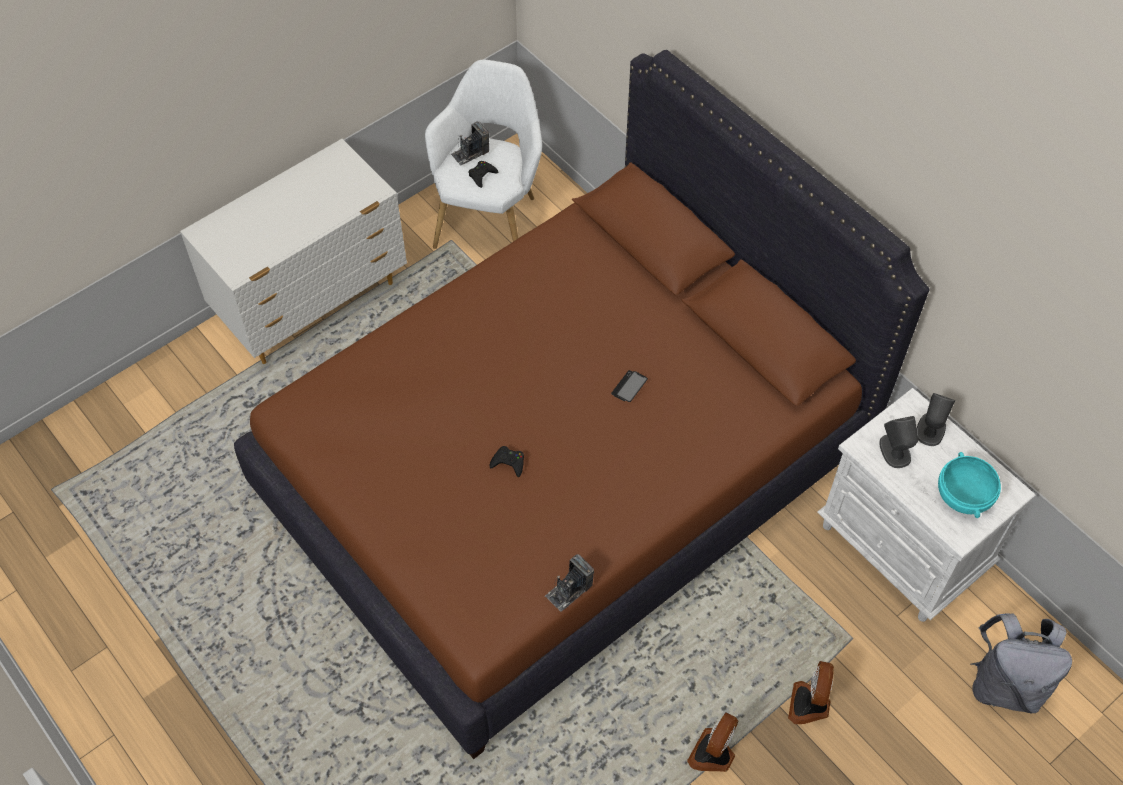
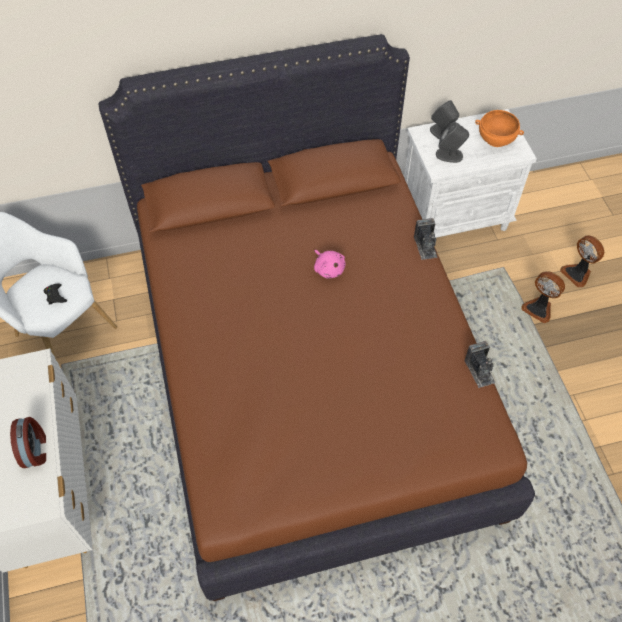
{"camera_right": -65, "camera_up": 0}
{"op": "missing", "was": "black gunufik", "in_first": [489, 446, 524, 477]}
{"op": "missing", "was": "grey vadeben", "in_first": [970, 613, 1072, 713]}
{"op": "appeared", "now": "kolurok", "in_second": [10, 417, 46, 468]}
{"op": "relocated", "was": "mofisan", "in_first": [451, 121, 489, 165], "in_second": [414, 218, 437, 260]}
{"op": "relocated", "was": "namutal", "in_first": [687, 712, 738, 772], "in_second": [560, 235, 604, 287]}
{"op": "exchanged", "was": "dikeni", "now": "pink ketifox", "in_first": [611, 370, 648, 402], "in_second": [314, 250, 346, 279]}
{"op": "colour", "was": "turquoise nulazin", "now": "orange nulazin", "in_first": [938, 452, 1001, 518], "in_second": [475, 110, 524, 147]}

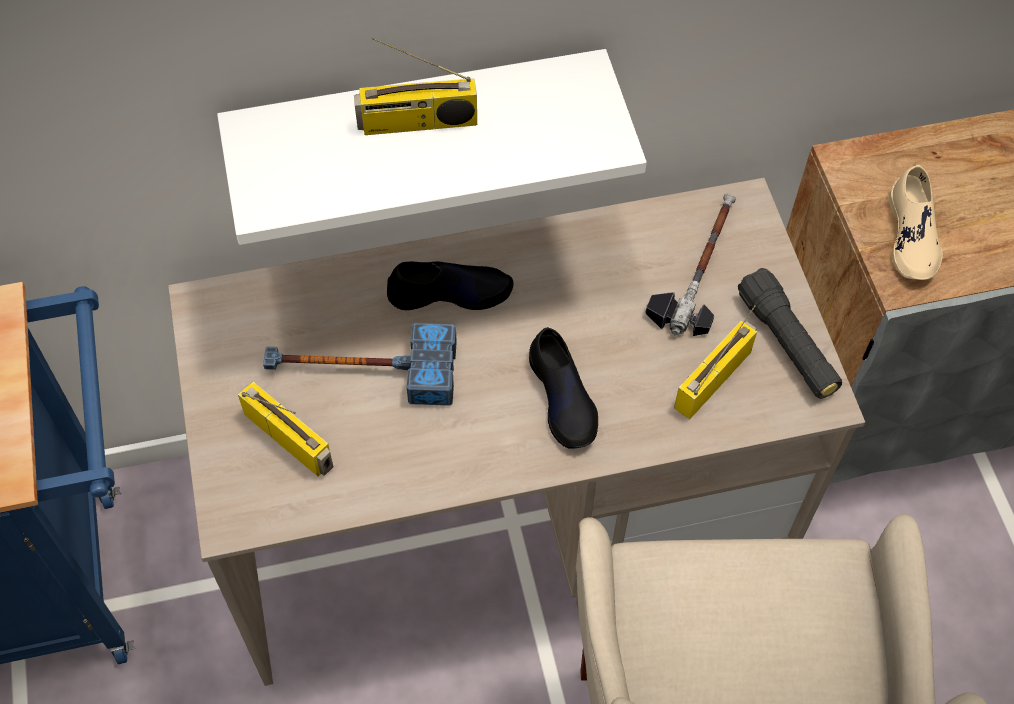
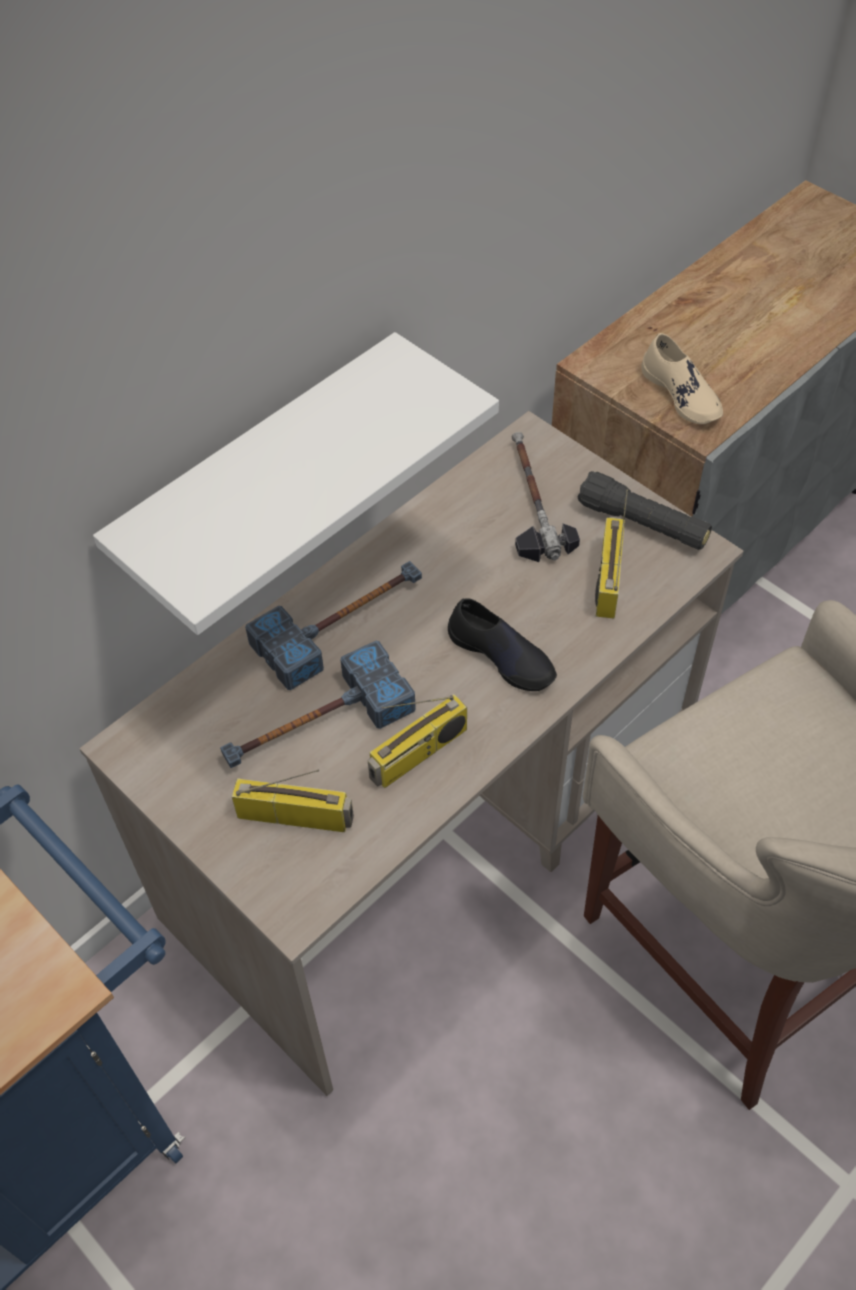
{"camera_right": -30, "camera_up": -5}
{"op": "relocated", "was": "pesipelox", "in_first": [354, 38, 477, 135], "in_second": [368, 694, 467, 788]}
{"op": "exchanged", "was": "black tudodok", "now": "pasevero", "in_first": [387, 262, 514, 310], "in_second": [245, 561, 422, 690]}

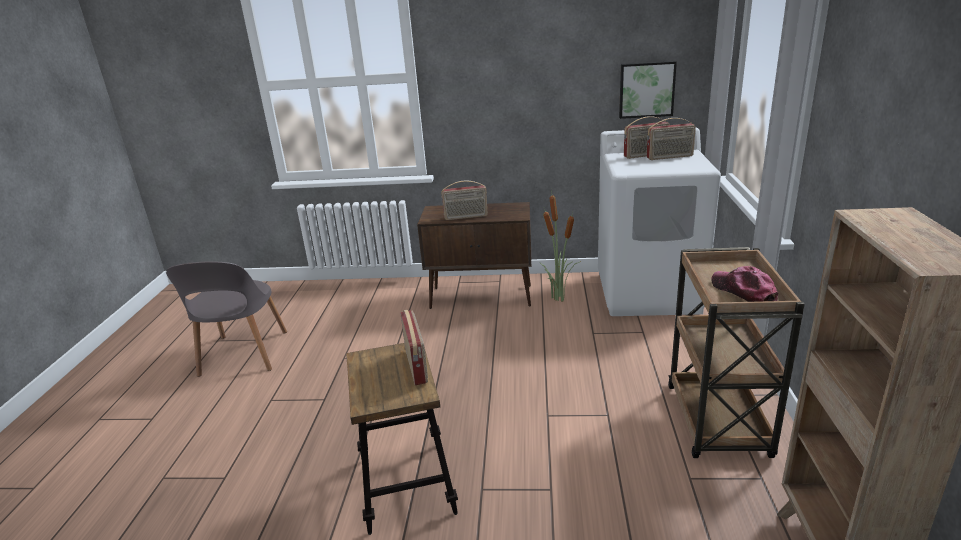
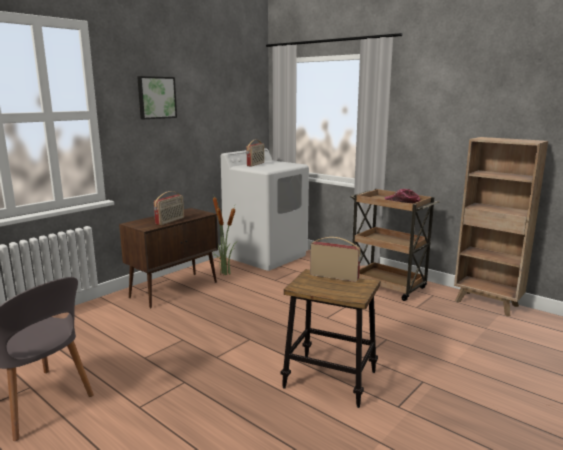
{"camera_right": -55, "camera_up": -10}
{"op": "missing", "was": "pesipelox", "in_first": [647, 118, 696, 160]}
{"op": "relocated", "was": "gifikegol", "in_first": [619, 61, 677, 119], "in_second": [137, 76, 177, 119]}

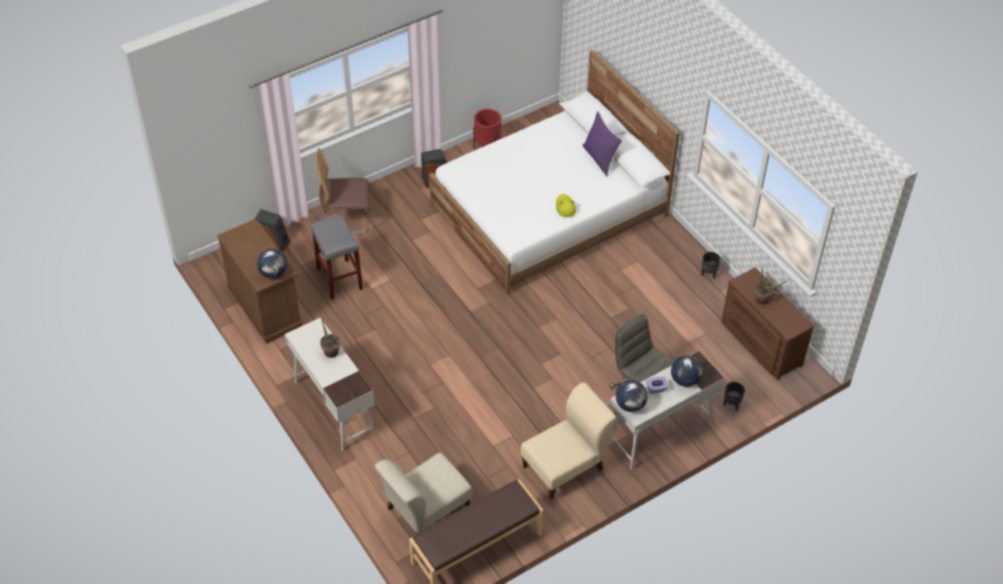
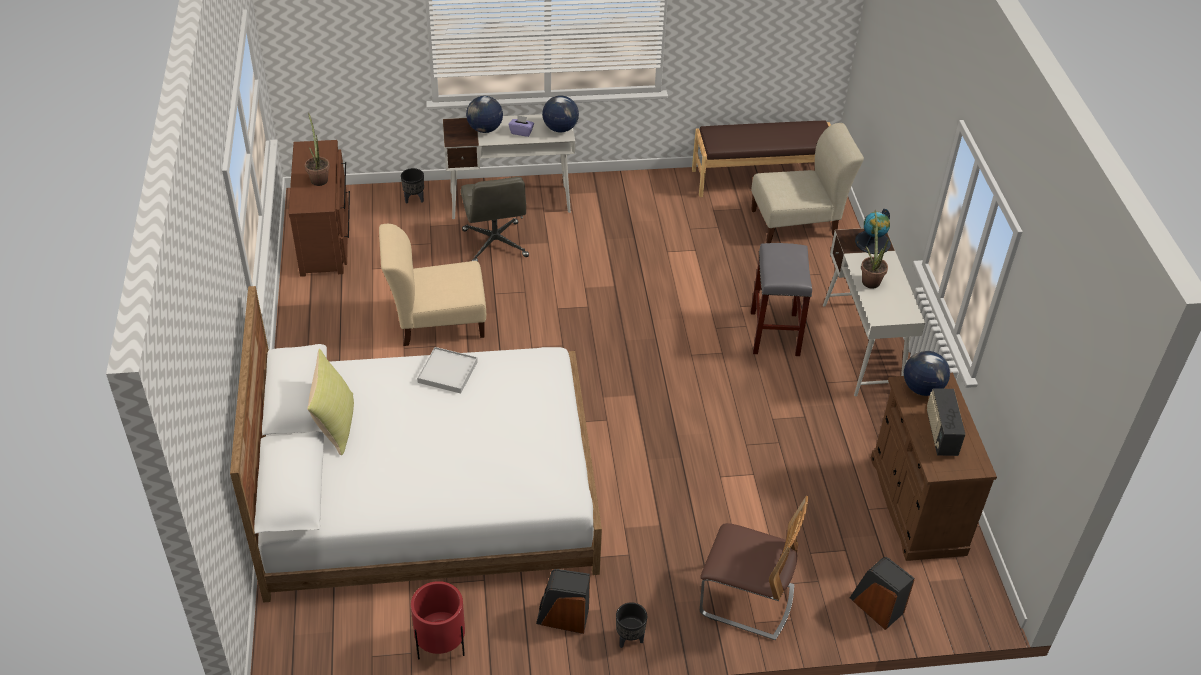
{"camera_right": -155, "camera_up": -5}
{"op": "appeared", "now": "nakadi", "in_second": [855, 209, 891, 254]}
{"op": "appeared", "now": "pesipelox", "in_second": [927, 388, 965, 456]}
{"op": "relocated", "was": "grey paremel", "in_first": [311, 214, 363, 299], "in_second": [751, 243, 812, 356]}
{"op": "relocated", "was": "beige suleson", "in_first": [521, 382, 616, 499], "in_second": [379, 224, 486, 346]}
{"op": "relocated", "was": "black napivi", "in_first": [701, 252, 721, 279], "in_second": [616, 602, 647, 648]}
{"op": "exchanged", "was": "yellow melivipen", "now": "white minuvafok", "in_first": [556, 194, 576, 217], "in_second": [417, 347, 478, 394]}
{"op": "colour", "was": "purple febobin", "now": "yellow febobin", "in_first": [583, 111, 622, 176], "in_second": [307, 349, 354, 455]}

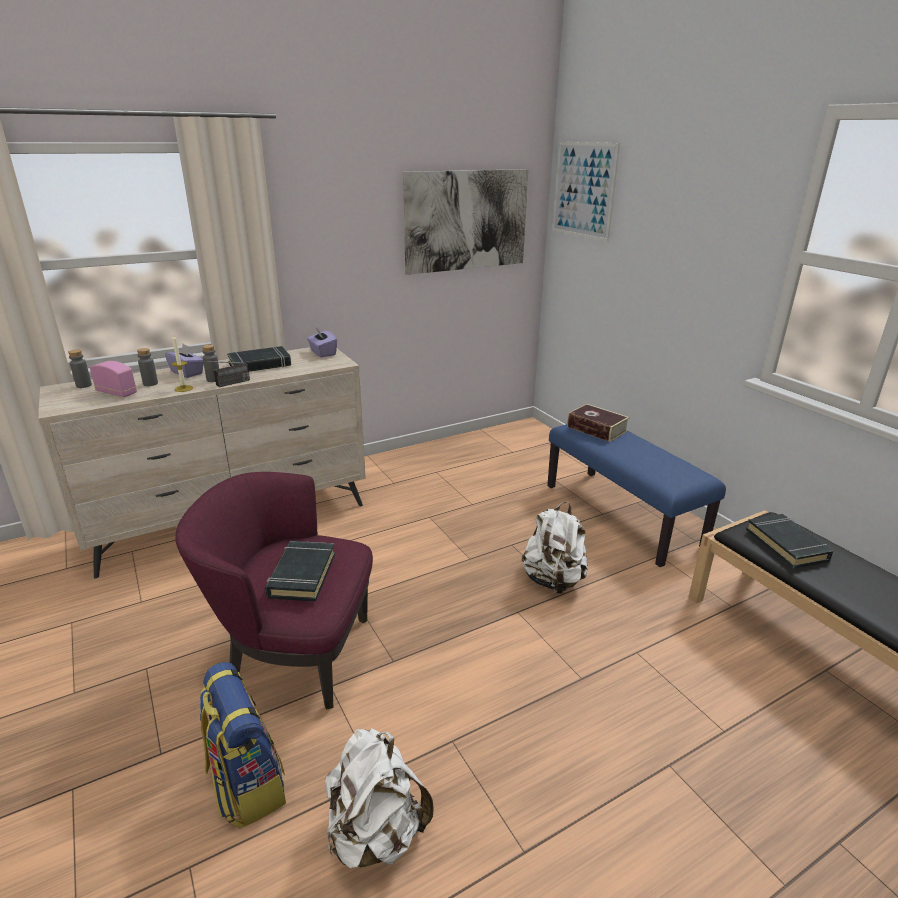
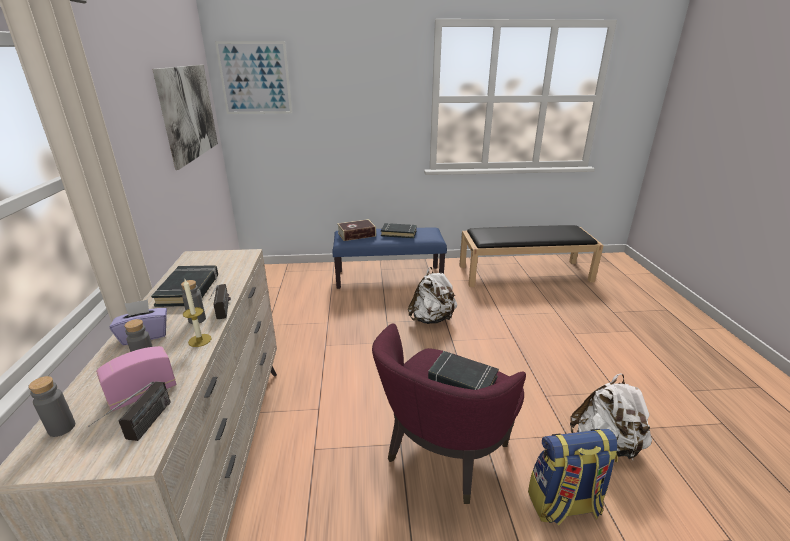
{"camera_right": -65, "camera_up": 0}
{"op": "missing", "was": "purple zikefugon", "in_first": [307, 326, 337, 357]}
{"op": "appeared", "now": "pesipelox", "in_second": [88, 381, 171, 441]}
{"op": "relocated", "was": "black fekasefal", "in_first": [746, 514, 833, 569], "in_second": [381, 223, 417, 238]}

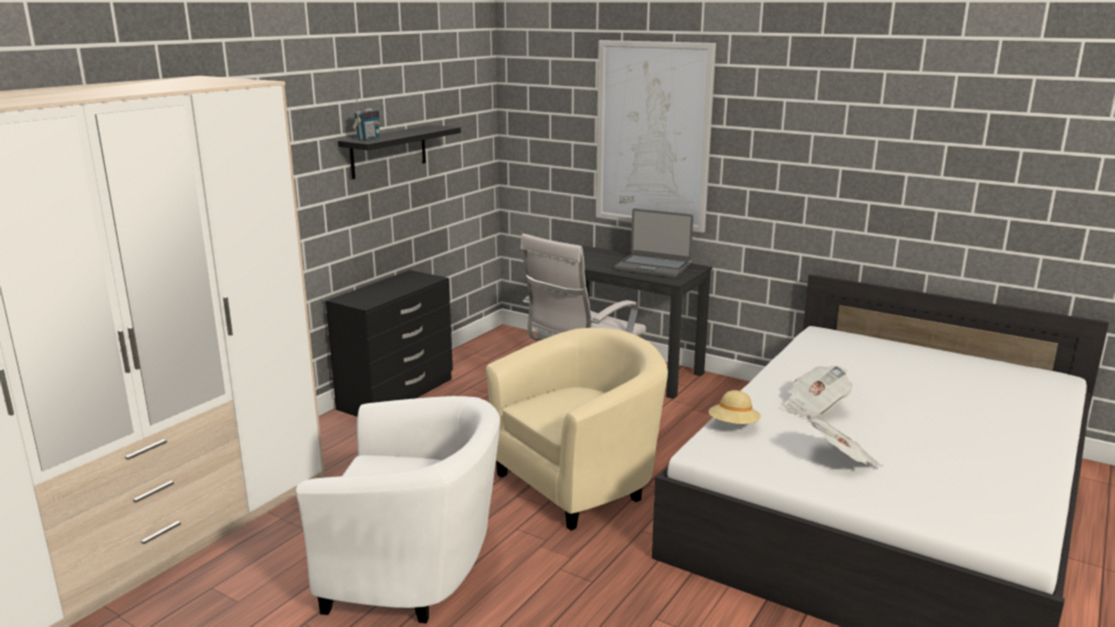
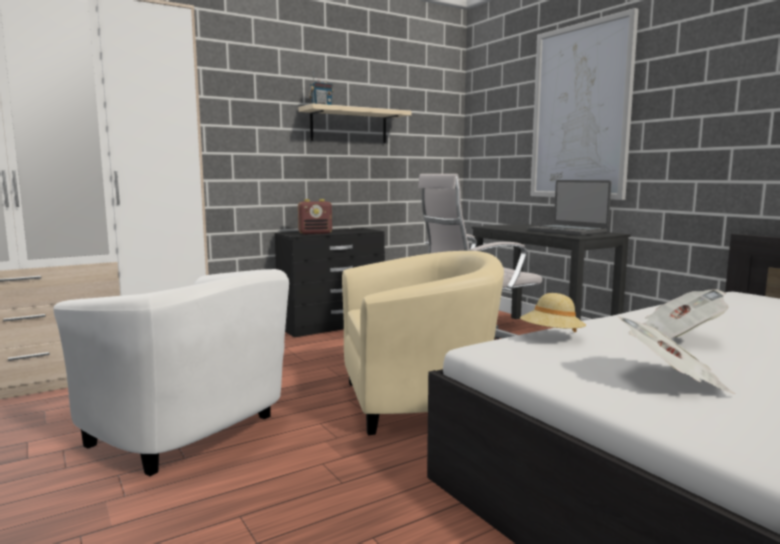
{"camera_right": 25, "camera_up": -10}
{"op": "appeared", "now": "pesipelox", "in_second": [298, 199, 332, 235]}
{"op": "colour", "was": "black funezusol", "now": "beige funezusol", "in_first": [338, 125, 461, 179], "in_second": [299, 104, 411, 143]}

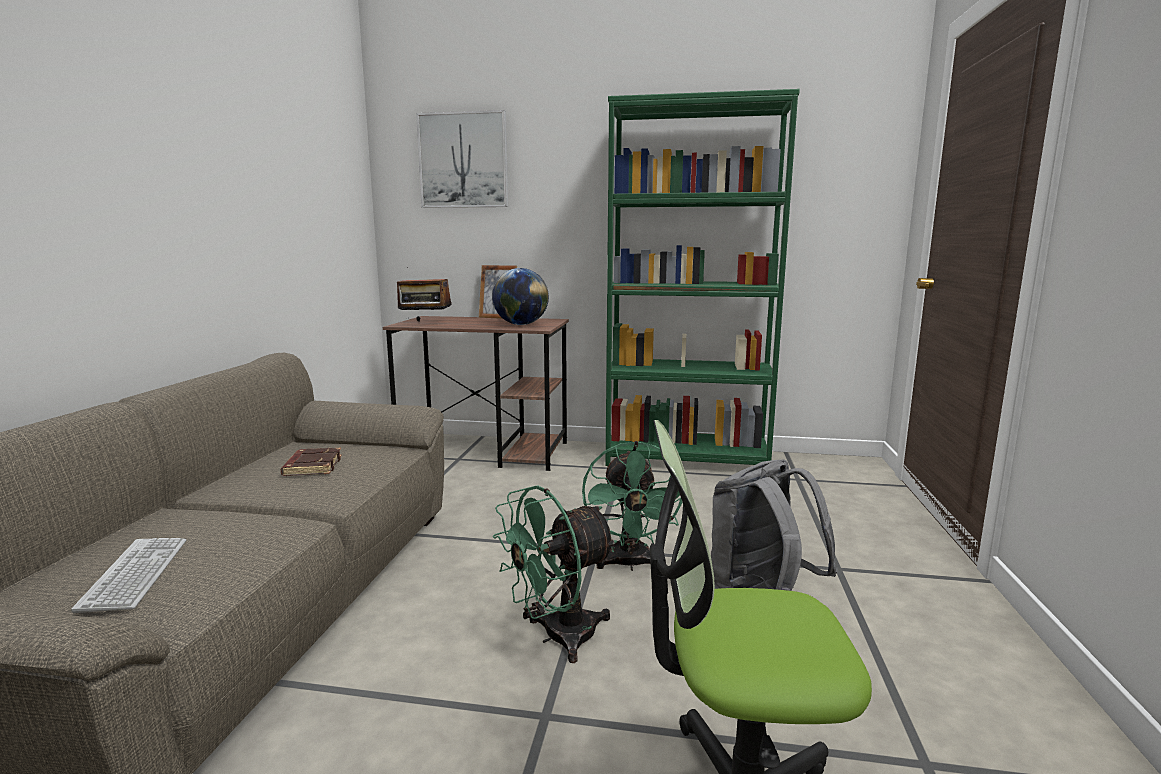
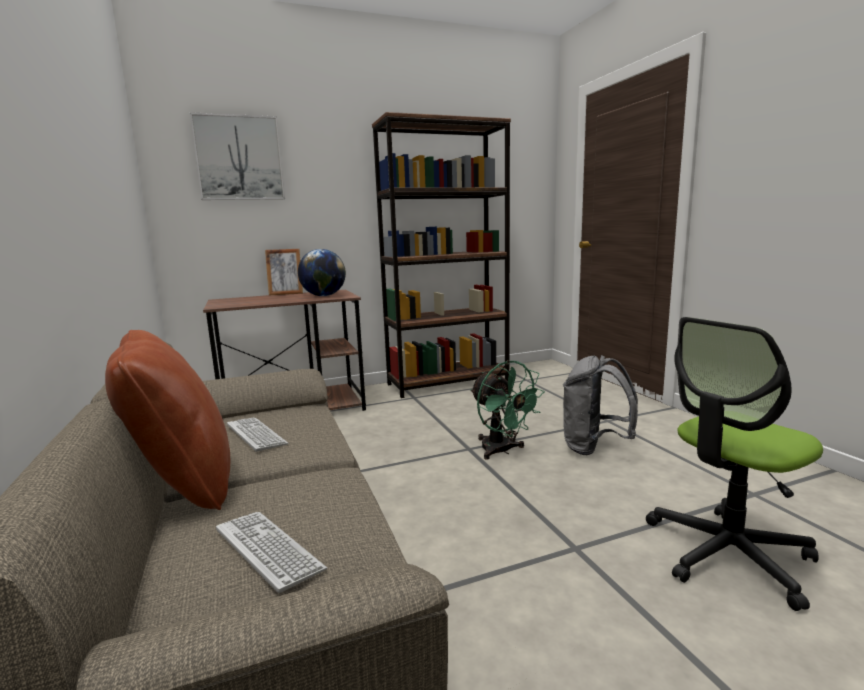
{"camera_right": -30, "camera_up": 0}
{"op": "missing", "was": "pesipelox", "in_first": [397, 267, 452, 322]}
{"op": "missing", "was": "green namutal", "in_first": [493, 485, 617, 663]}
{"op": "appeared", "now": "brown febobin", "in_second": [105, 330, 230, 510]}
{"op": "exchanged", "was": "brown fekasefal", "now": "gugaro", "in_first": [281, 448, 342, 476], "in_second": [227, 418, 289, 452]}
{"op": "colour", "was": "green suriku", "now": "brown suriku", "in_first": [605, 89, 800, 466], "in_second": [372, 112, 511, 398]}

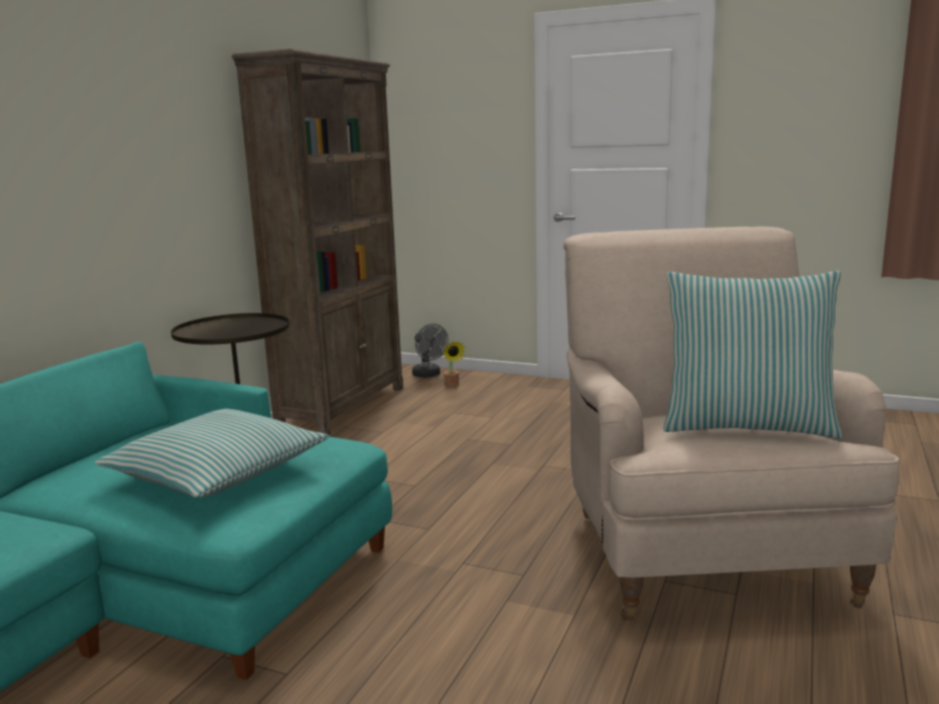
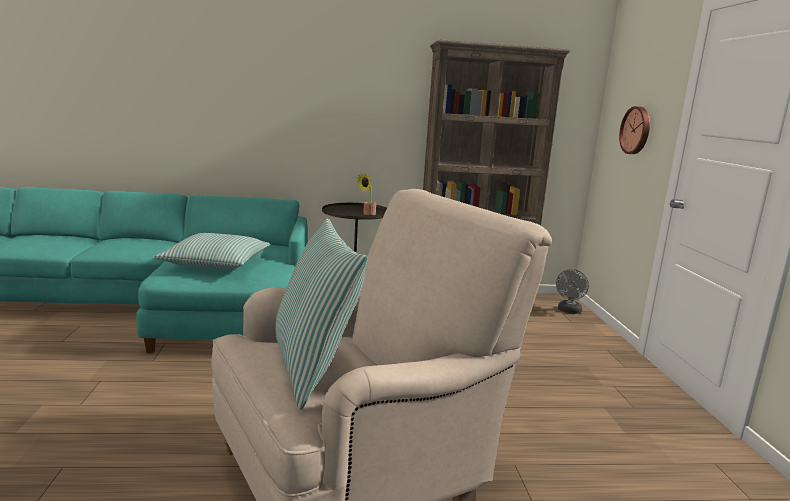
{"camera_right": 60, "camera_up": 0}
{"op": "appeared", "now": "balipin", "in_second": [619, 106, 650, 154]}
{"op": "relocated", "was": "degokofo", "in_first": [443, 341, 466, 387], "in_second": [356, 174, 376, 215]}

